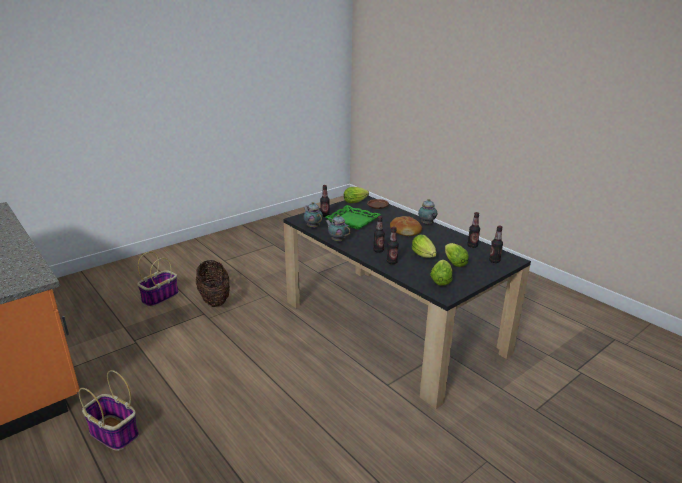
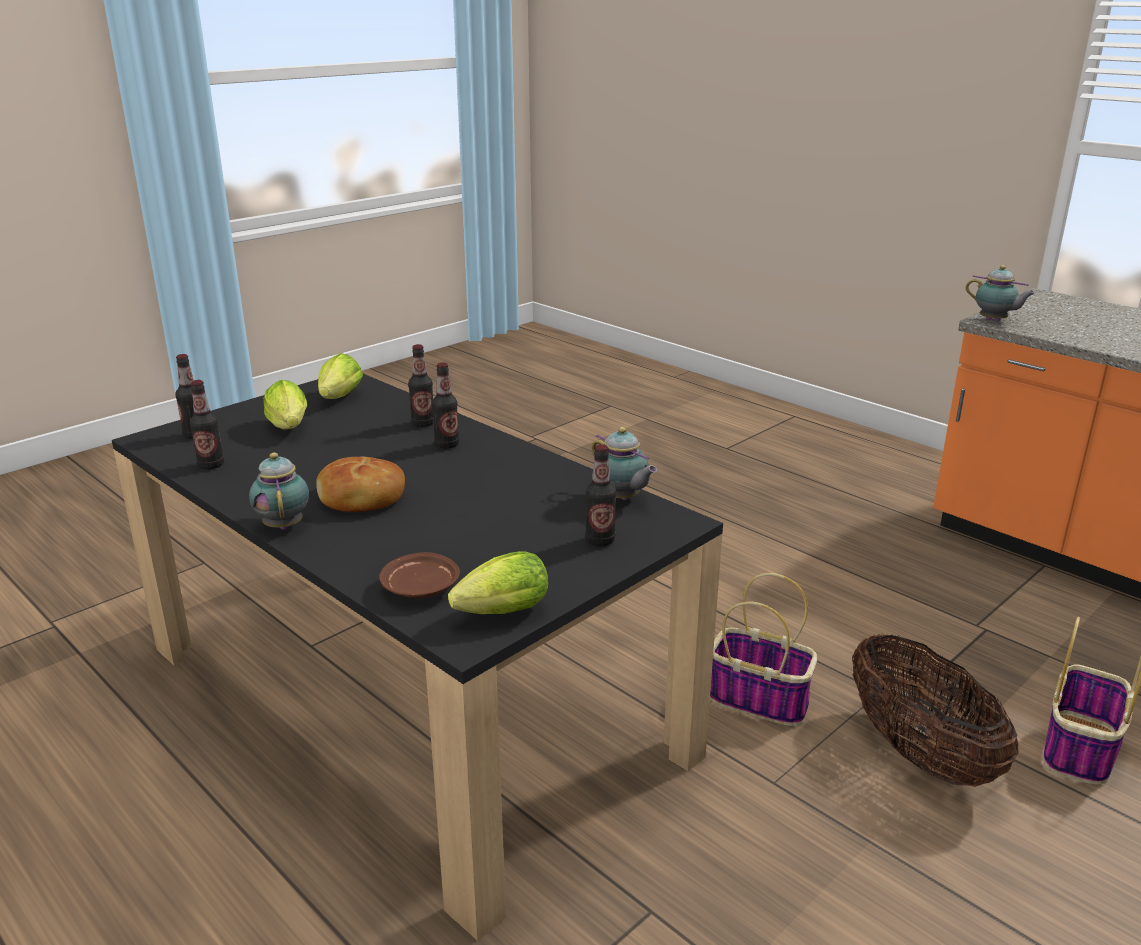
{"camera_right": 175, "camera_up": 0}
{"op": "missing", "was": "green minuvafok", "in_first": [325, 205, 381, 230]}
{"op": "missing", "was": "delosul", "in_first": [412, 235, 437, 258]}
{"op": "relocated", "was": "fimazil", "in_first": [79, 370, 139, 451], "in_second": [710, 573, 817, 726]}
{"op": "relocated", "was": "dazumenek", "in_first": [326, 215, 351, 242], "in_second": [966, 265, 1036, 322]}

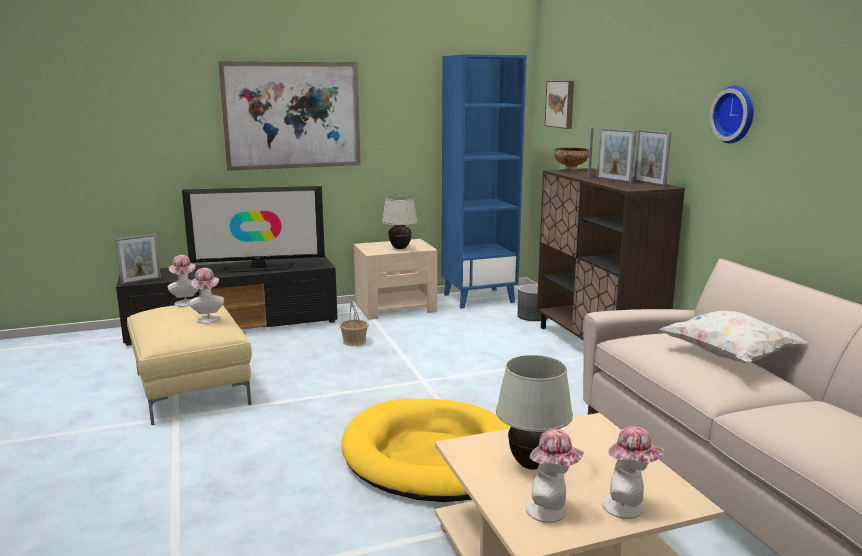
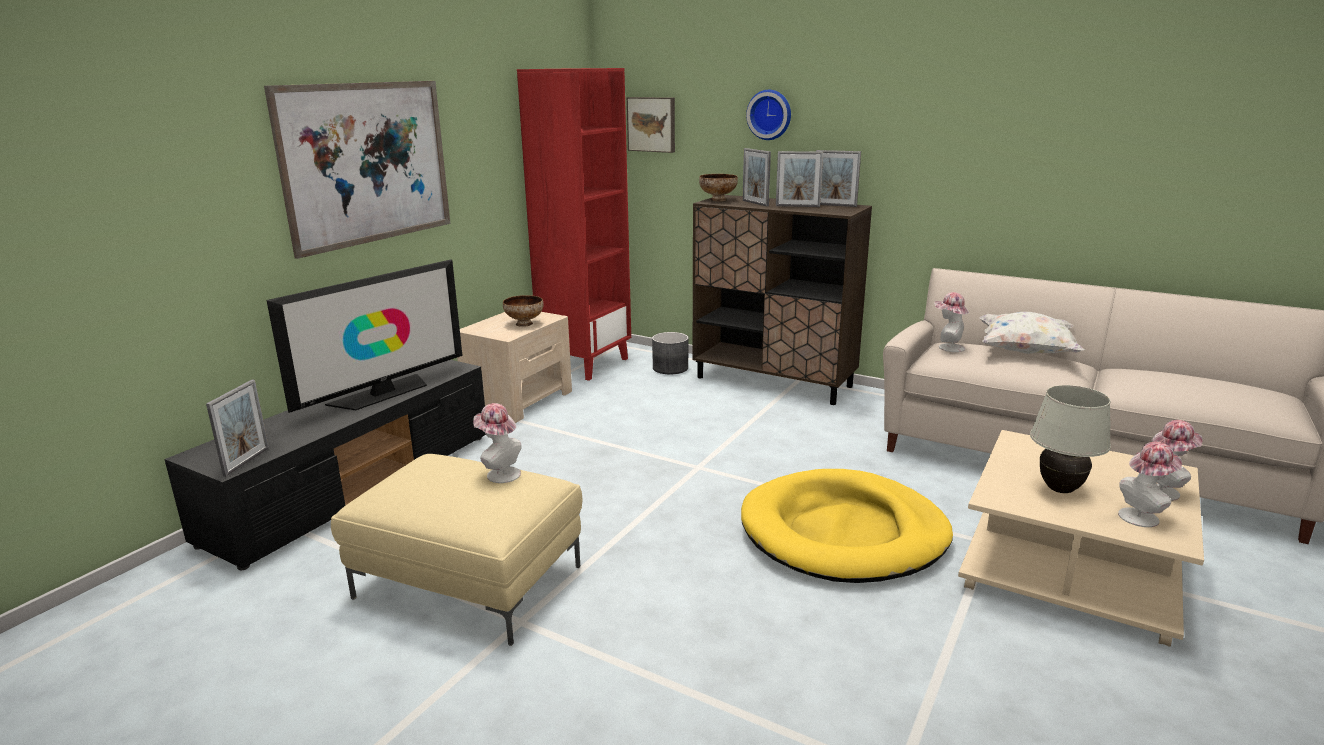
{"camera_right": -40, "camera_up": 5}
{"op": "missing", "was": "fimazil", "in_first": [340, 301, 368, 346]}
{"op": "relocated", "was": "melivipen", "in_first": [168, 255, 199, 307], "in_second": [934, 292, 969, 352]}
{"op": "relocated", "was": "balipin", "in_first": [710, 86, 754, 143], "in_second": [746, 90, 791, 140]}
{"op": "exchanged", "was": "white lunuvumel", "now": "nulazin", "in_first": [382, 196, 418, 249], "in_second": [503, 295, 543, 327]}
{"op": "colour", "was": "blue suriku", "now": "red suriku", "in_first": [442, 54, 527, 309], "in_second": [517, 68, 631, 381]}

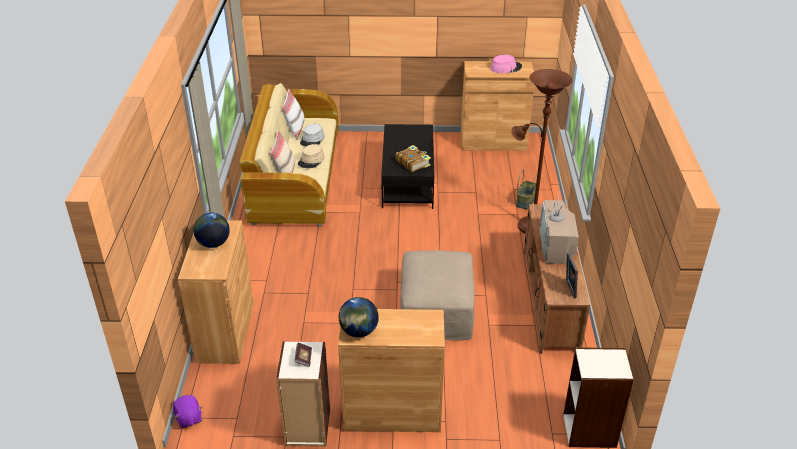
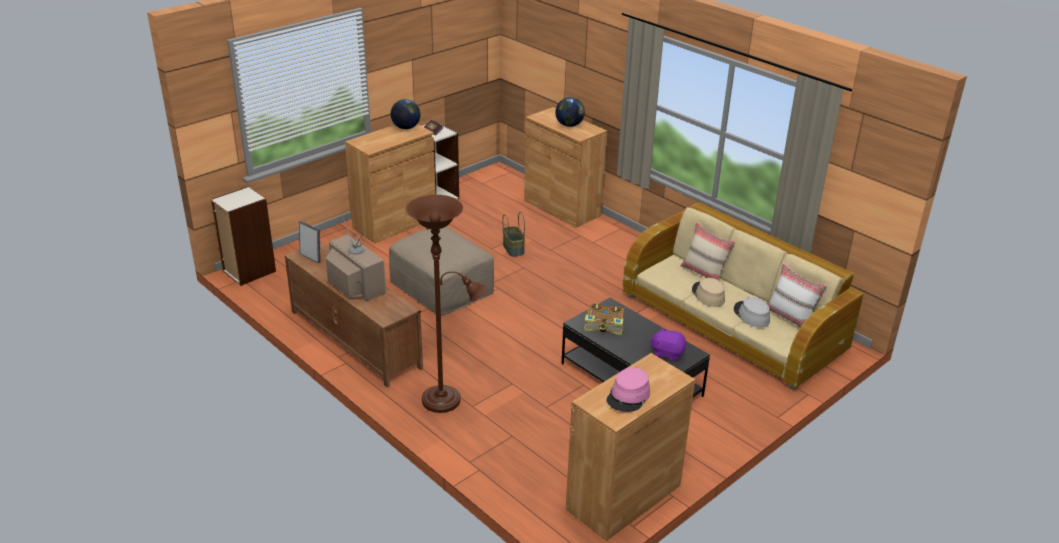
{"camera_right": 135, "camera_up": -5}
{"op": "relocated", "was": "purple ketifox", "in_first": [173, 395, 202, 428], "in_second": [650, 327, 686, 361]}
{"op": "relocated", "was": "fimazil", "in_first": [516, 170, 537, 209], "in_second": [502, 212, 525, 257]}

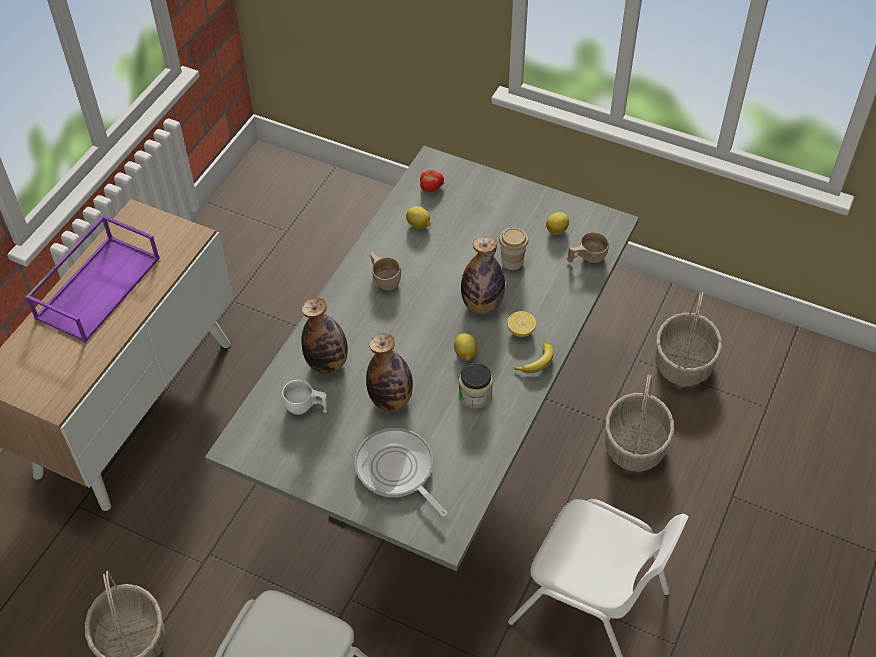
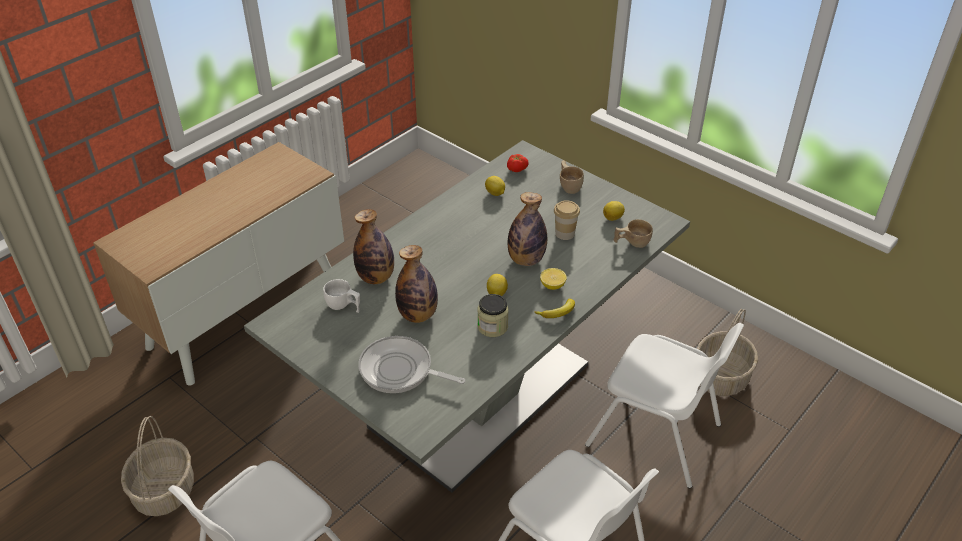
{"camera_right": 15, "camera_up": -10}
{"op": "missing", "was": "purple minuvafok", "in_first": [25, 214, 160, 343]}
{"op": "relocated", "was": "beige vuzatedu", "in_first": [370, 251, 401, 290], "in_second": [560, 160, 584, 194]}
{"op": "exchanged", "was": "fimazil", "now": "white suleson", "in_first": [605, 374, 674, 471], "in_second": [585, 323, 744, 488]}
{"op": "spun", "was": "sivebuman", "in_first": [355, 428, 448, 517], "in_second": [358, 336, 465, 393], "clockwise": -45}

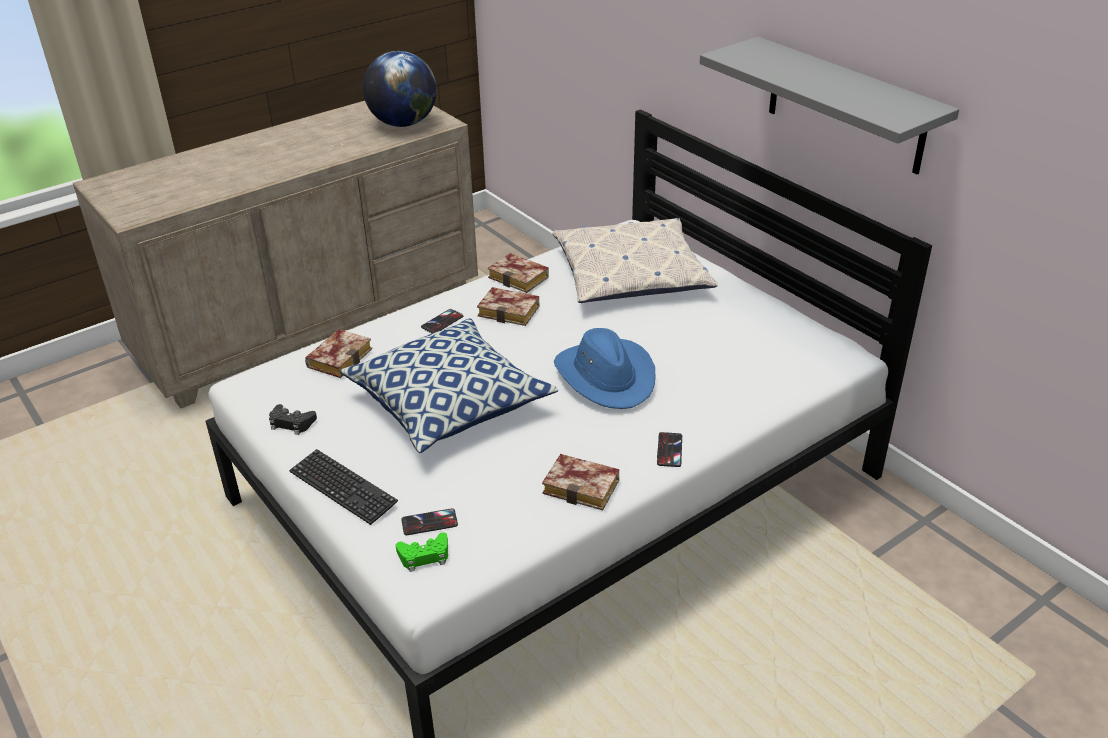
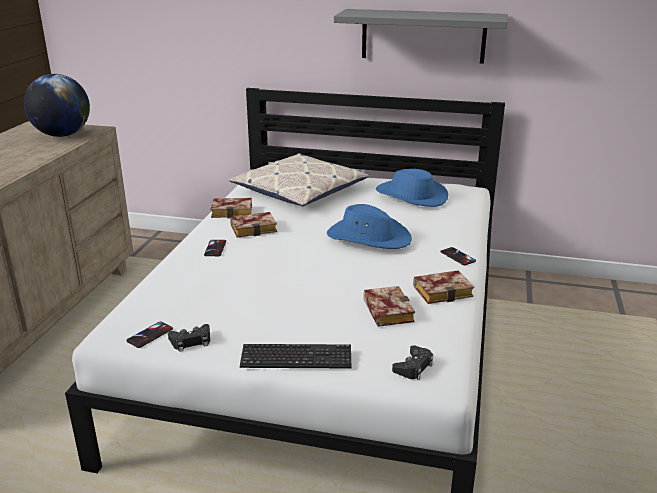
{"camera_right": -40, "camera_up": -10}
{"op": "missing", "was": "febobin", "in_first": [340, 318, 559, 453]}
{"op": "appeared", "now": "blue melivipen", "in_second": [376, 169, 448, 207]}
{"op": "relocated", "was": "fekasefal", "in_first": [305, 329, 372, 378], "in_second": [363, 286, 415, 327]}
{"op": "relocated", "was": "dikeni", "in_first": [401, 508, 458, 535], "in_second": [126, 321, 173, 348]}
{"op": "colour", "was": "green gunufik", "now": "black gunufik", "in_first": [396, 532, 448, 572], "in_second": [392, 345, 433, 380]}

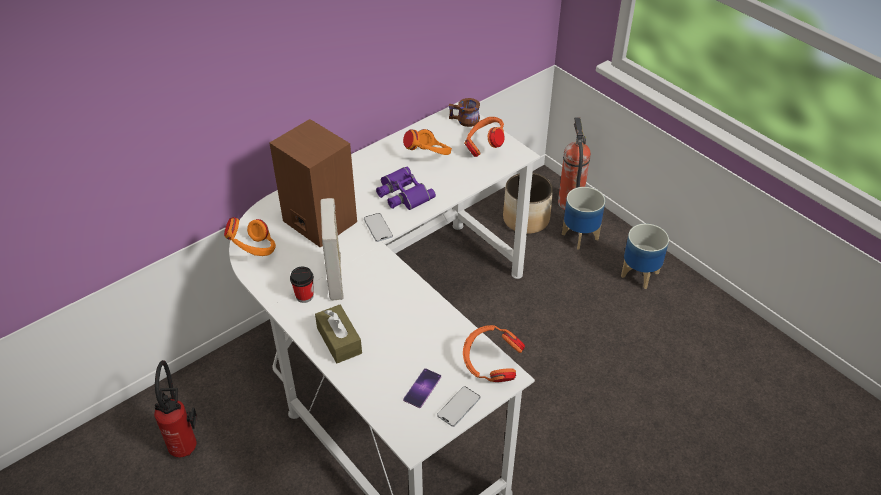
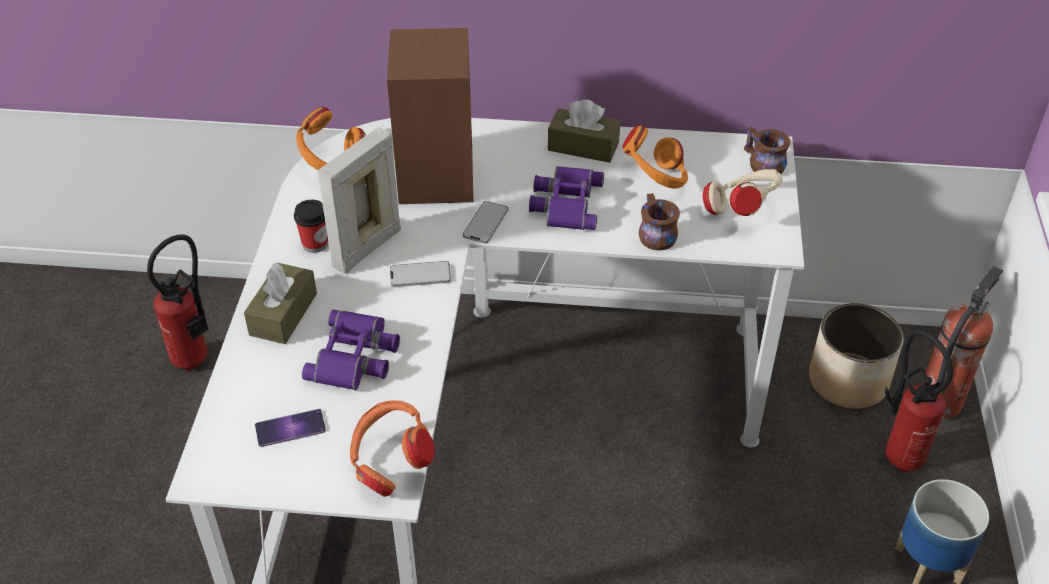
{"camera_right": 45, "camera_up": 0}
{"op": "appeared", "now": "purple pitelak", "in_second": [302, 310, 400, 390]}
{"op": "appeared", "now": "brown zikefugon", "in_second": [548, 99, 620, 163]}
{"op": "appeared", "now": "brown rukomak", "in_second": [639, 193, 680, 251]}
{"op": "relocated", "was": "dikeni", "in_first": [437, 386, 480, 427], "in_second": [390, 261, 451, 287]}
{"op": "exchanged", "was": "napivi", "now": "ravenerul", "in_first": [562, 187, 605, 250], "in_second": [885, 330, 953, 472]}
{"op": "colour", "was": "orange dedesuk", "now": "beige dedesuk", "in_first": [464, 117, 505, 157], "in_second": [703, 169, 783, 216]}

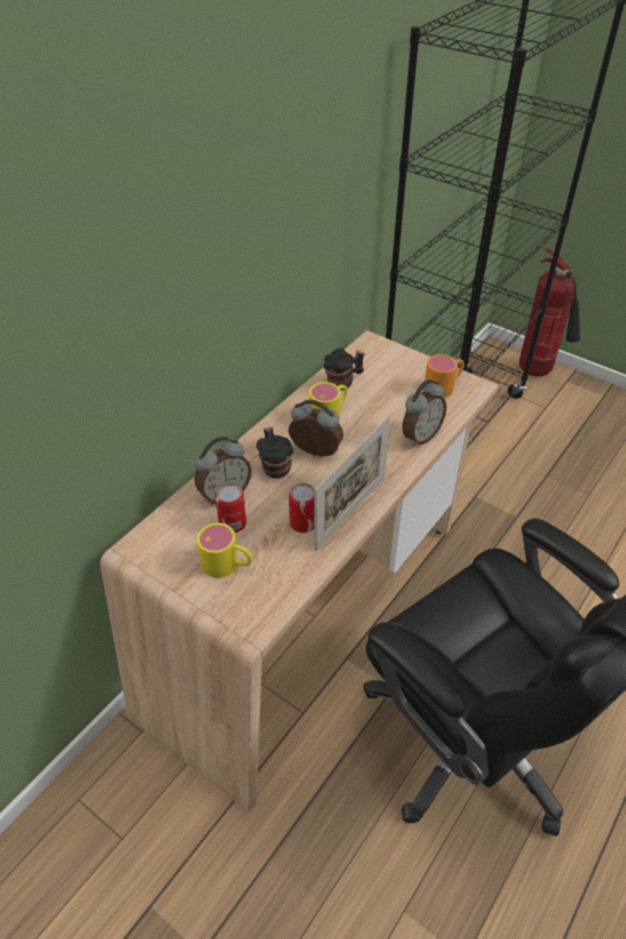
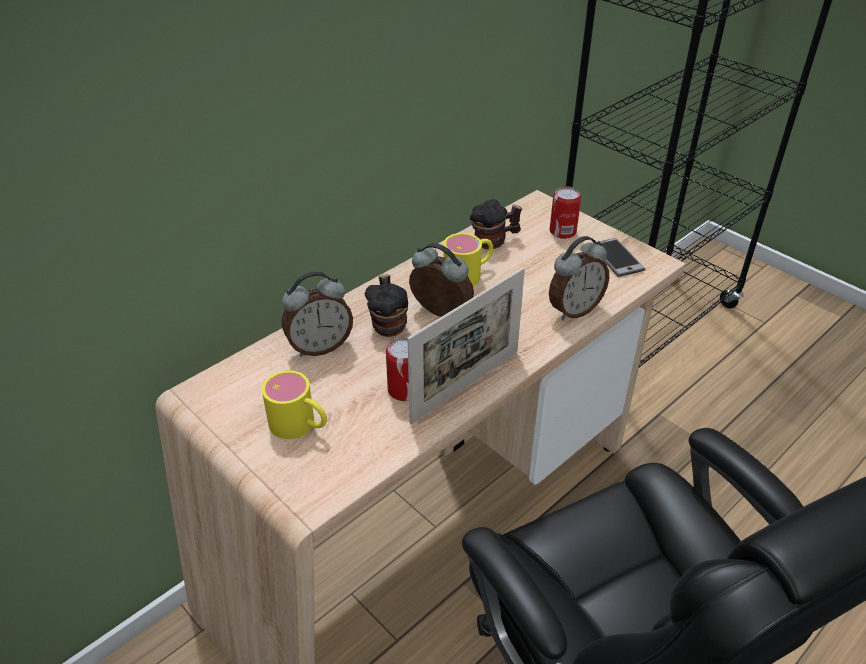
{"camera_right": 10, "camera_up": -5}
{"op": "missing", "was": "ravenerul", "in_first": [519, 248, 580, 377]}
{"op": "relocated", "was": "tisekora", "in_first": [215, 483, 247, 533], "in_second": [550, 186, 581, 239]}
{"op": "exchanged", "was": "orange rukomak", "now": "dikeni", "in_first": [425, 354, 464, 398], "in_second": [600, 238, 645, 277]}

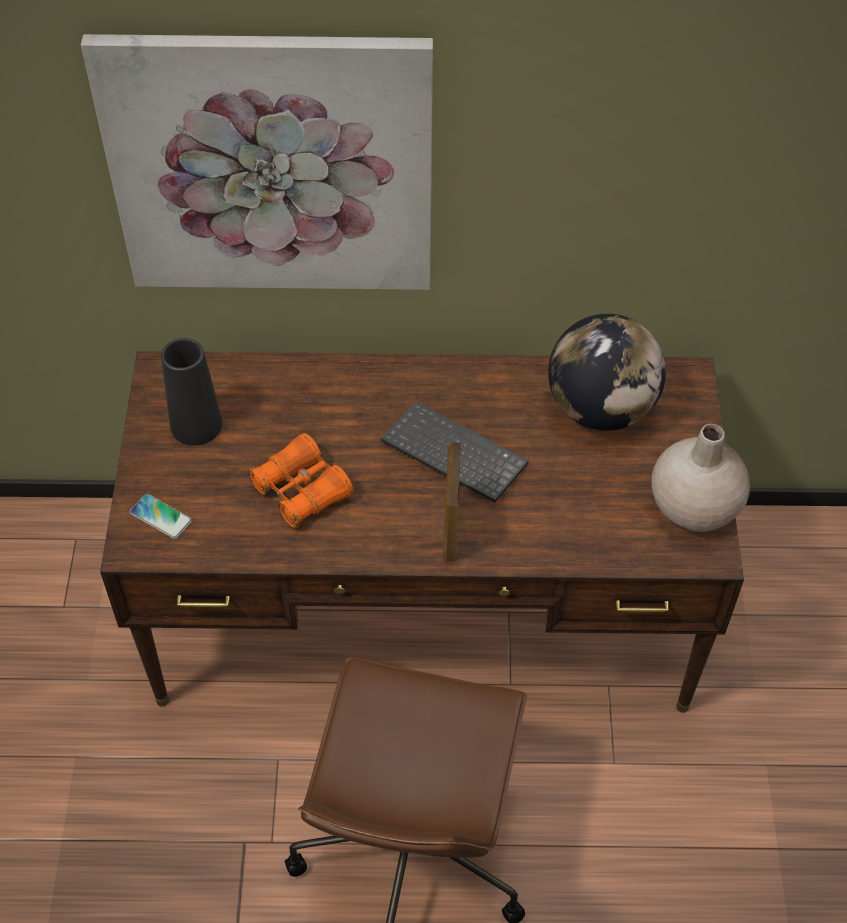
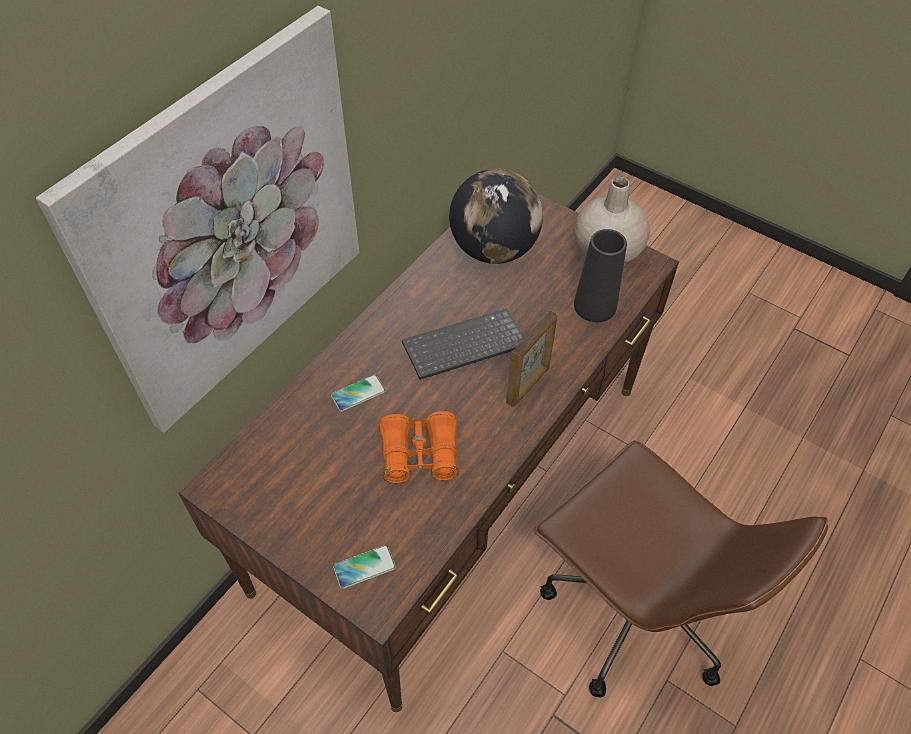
{"camera_right": -55, "camera_up": 0}
{"op": "appeared", "now": "dikeni", "in_second": [331, 375, 386, 412]}
{"op": "relocated", "was": "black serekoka", "in_first": [161, 338, 223, 446], "in_second": [574, 229, 627, 322]}
{"op": "spun", "was": "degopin", "in_first": [443, 442, 461, 562], "in_second": [506, 310, 557, 407], "clockwise": -90}

